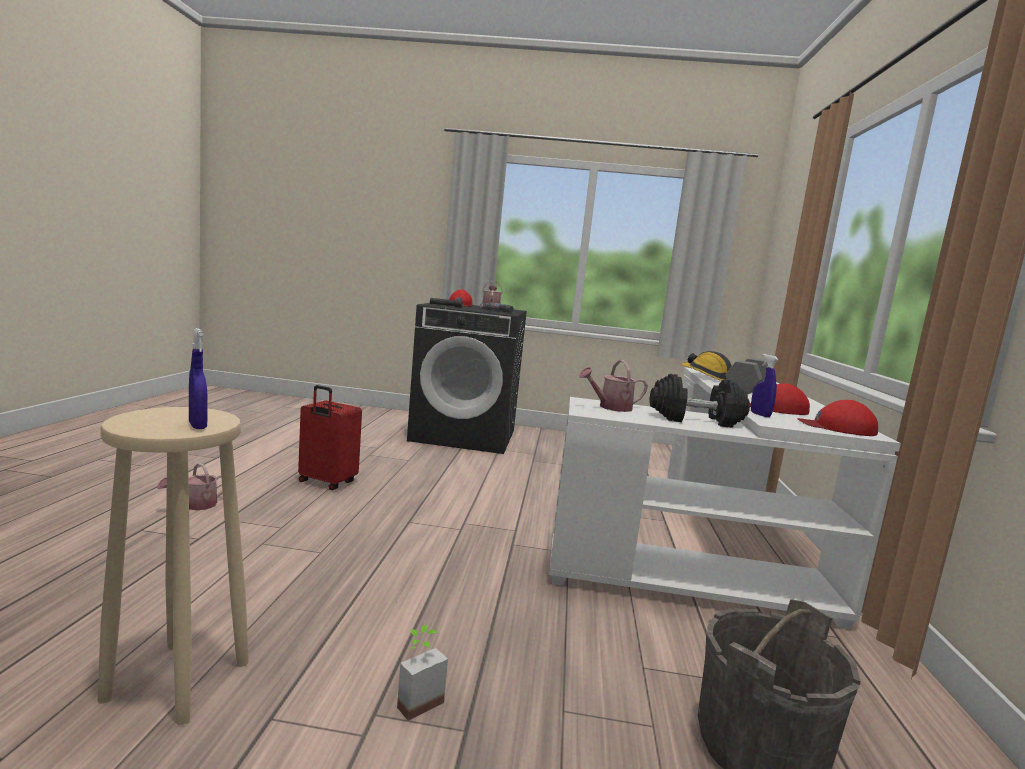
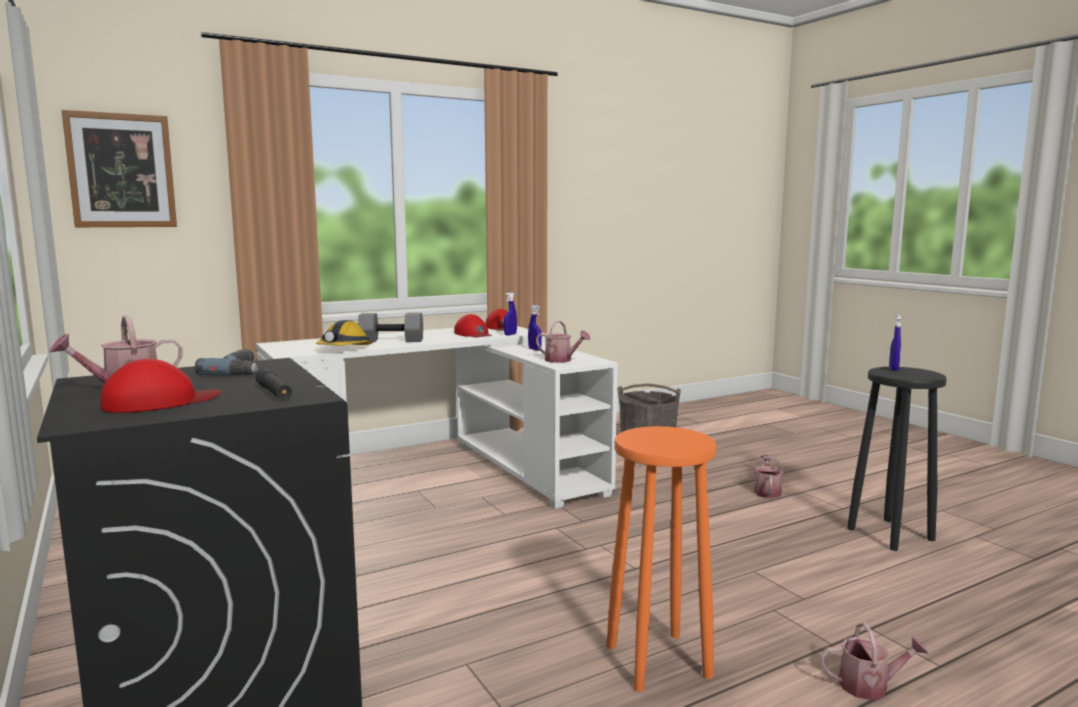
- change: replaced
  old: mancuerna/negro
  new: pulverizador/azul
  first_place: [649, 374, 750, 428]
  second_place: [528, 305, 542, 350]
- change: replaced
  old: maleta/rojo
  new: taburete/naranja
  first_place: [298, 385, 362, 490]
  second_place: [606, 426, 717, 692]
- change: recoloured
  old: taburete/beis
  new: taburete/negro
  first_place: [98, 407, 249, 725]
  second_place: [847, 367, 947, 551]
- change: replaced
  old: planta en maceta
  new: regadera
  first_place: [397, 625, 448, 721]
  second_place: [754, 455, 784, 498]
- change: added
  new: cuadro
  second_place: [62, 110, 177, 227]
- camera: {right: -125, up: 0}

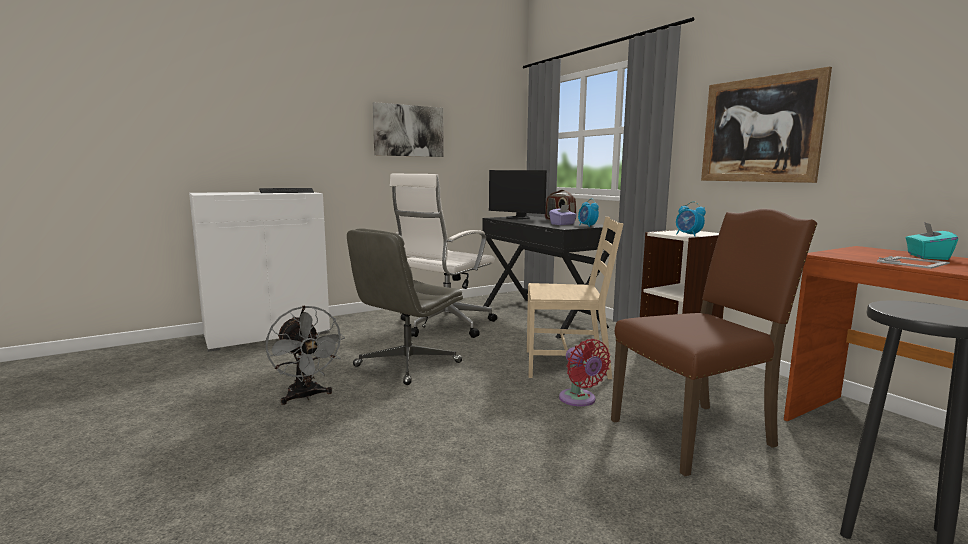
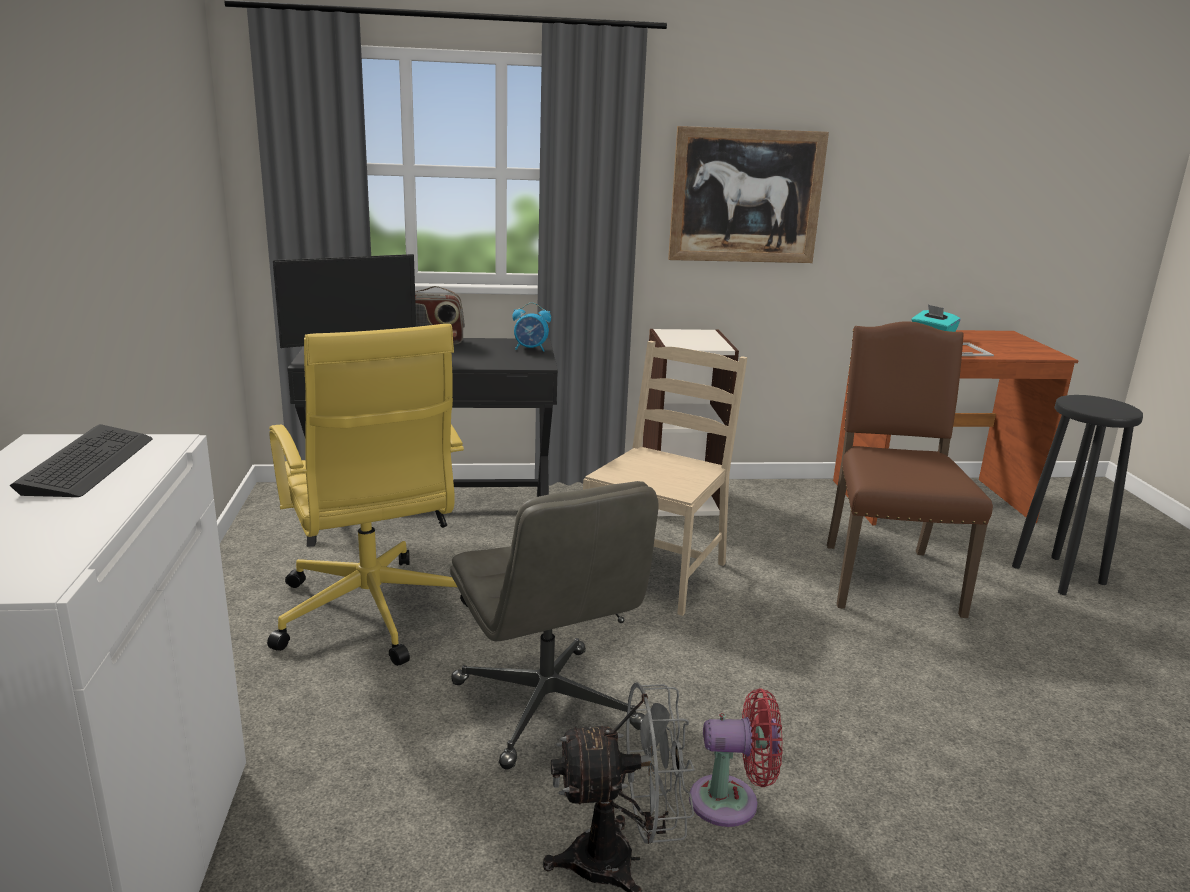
- change: removed
  old: cuadro
  first_place: [373, 102, 444, 157]
- change: recoloured
  old: silla de oficina/blanco
  new: silla de oficina/amarillo
  first_place: [390, 174, 497, 338]
  second_place: [267, 324, 468, 666]
- change: removed
  old: despertador
  first_place: [676, 201, 706, 236]
- change: removed
  old: caja de pañuelos/morado
  first_place: [549, 205, 577, 225]
- change: moved
  old: ventilador/rojo
  first_place: [559, 339, 611, 406]
  second_place: [689, 688, 783, 827]
- camera: {right: -65, up: 10}

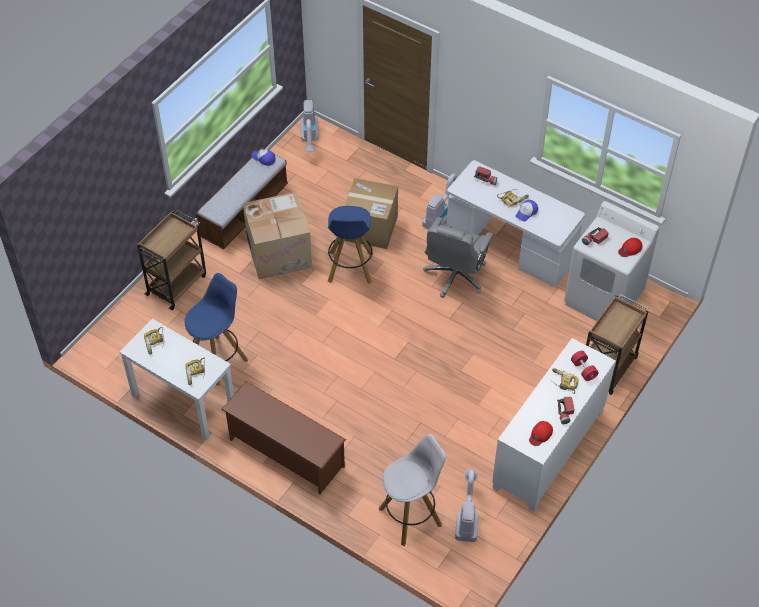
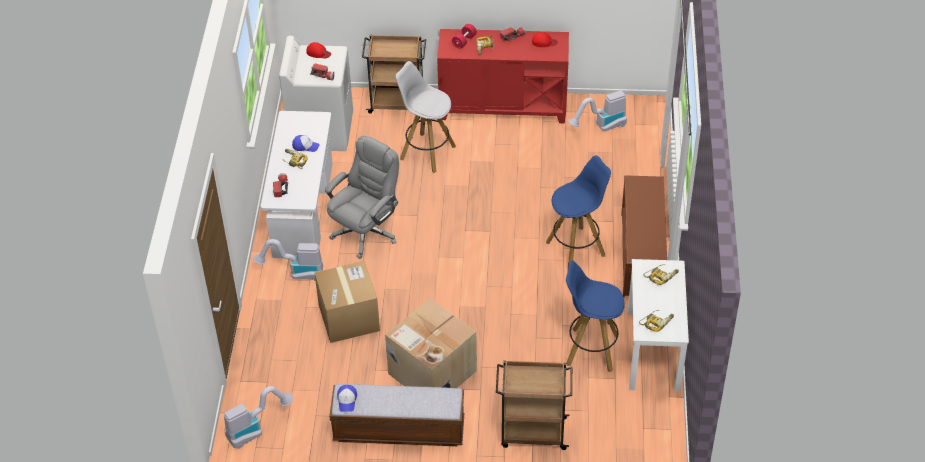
- change: moved
  old: taburete/azul
  first_place: [328, 206, 373, 284]
  second_place: [546, 155, 611, 266]
- change: turned
  old: silla de oficina/gris
  first_place: [423, 217, 493, 298]
  second_place: [325, 136, 399, 259]
  degrees: -45
- change: recoloured
  old: armario/blanco
  new: armario/rojo
  first_place: [492, 338, 616, 512]
  second_place: [437, 29, 569, 123]
- change: moved
  old: taburete/blanco
  first_place: [379, 434, 446, 546]
  second_place: [396, 61, 456, 173]
- camera: {right: -120, up: -5}

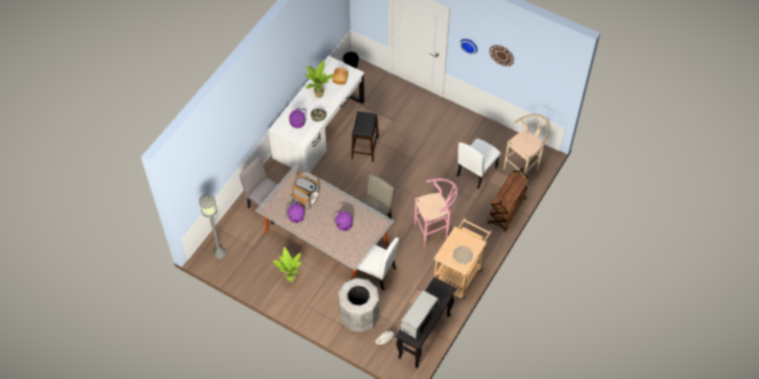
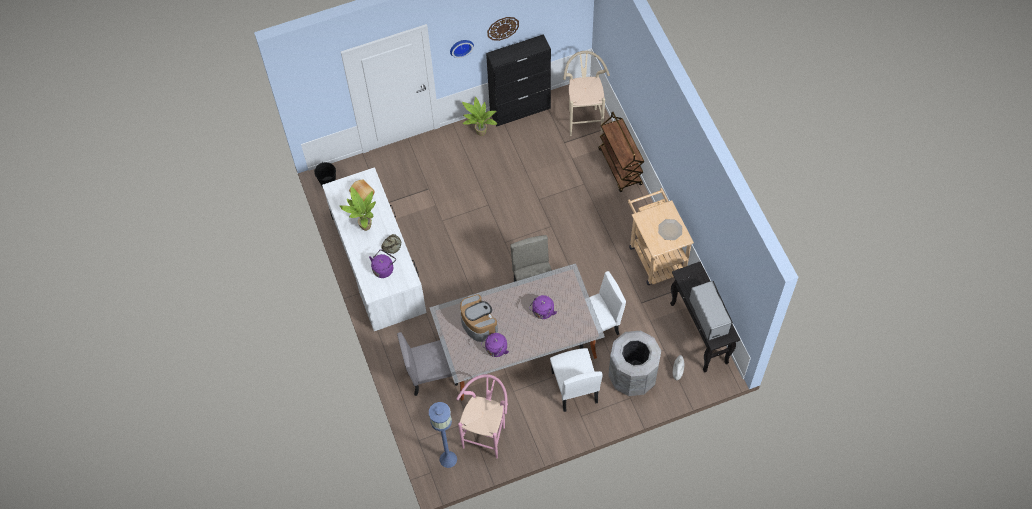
- change: removed
  old: taburete/negro
  first_place: [351, 112, 379, 162]
- change: moved
  old: silla/blanco
  first_place: [457, 138, 501, 189]
  second_place: [550, 348, 603, 412]
- change: moved
  old: taburete/rosa
  first_place: [415, 178, 458, 247]
  second_place: [456, 374, 508, 459]
- change: recoloured
  old: lámpara de pie/gris
  new: lámpara de pie/azul
  first_place: [199, 194, 226, 259]
  second_place: [429, 402, 457, 468]
- change: moved
  old: planta en maceta
  first_place: [273, 247, 302, 283]
  second_place: [462, 97, 497, 136]
- change: added
  new: armario/negro
  second_place: [486, 34, 551, 127]
- camera: {right: -50, up: 5}

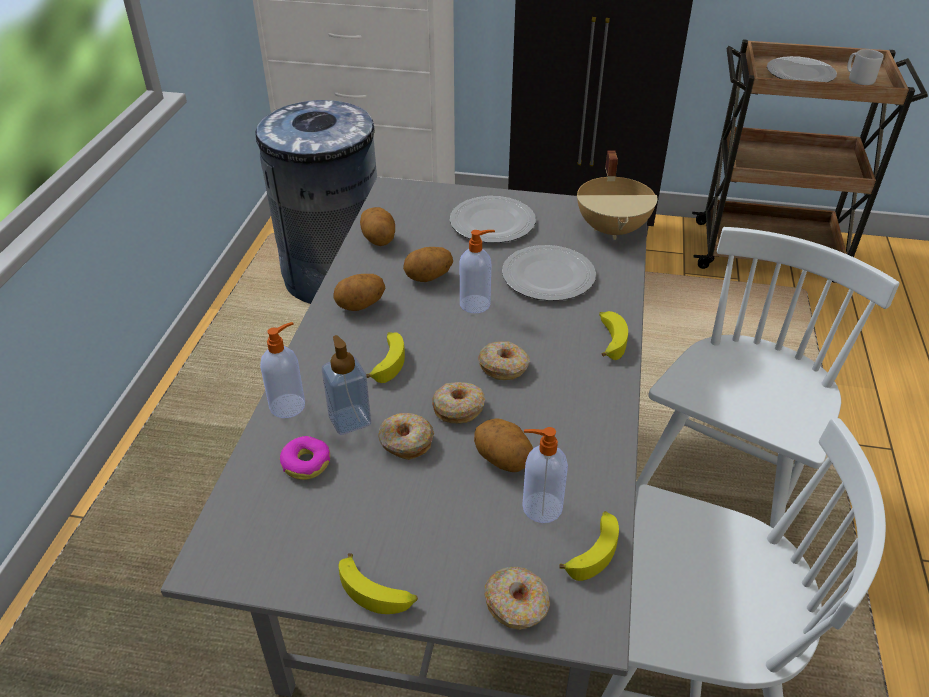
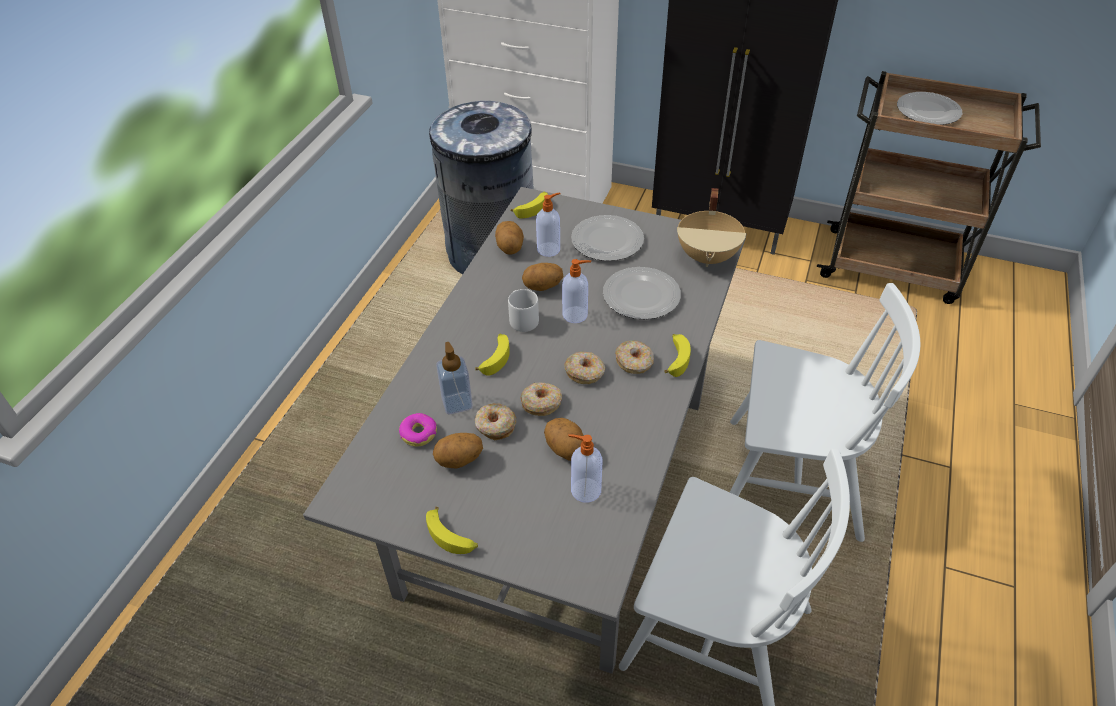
- change: moved
  old: taza grande/gris
  first_place: [847, 49, 884, 85]
  second_place: [508, 289, 539, 332]
- change: turned
  old: silla/blanco
  first_place: [635, 227, 899, 528]
  second_place: [730, 283, 920, 542]
  degrees: 60
- change: moved
  old: patata
  first_place: [333, 274, 386, 311]
  second_place: [433, 433, 483, 469]
- change: moved
  old: dispensador de jabón
  first_place: [260, 322, 305, 418]
  second_place: [536, 192, 560, 257]
- change: moved
  old: plátano
  first_place: [559, 511, 619, 581]
  second_place: [511, 192, 548, 219]
- change: moved
  old: rosquilla
  first_place: [484, 567, 550, 630]
  second_place: [615, 340, 654, 374]
- camera: {right: 10, up: 5}

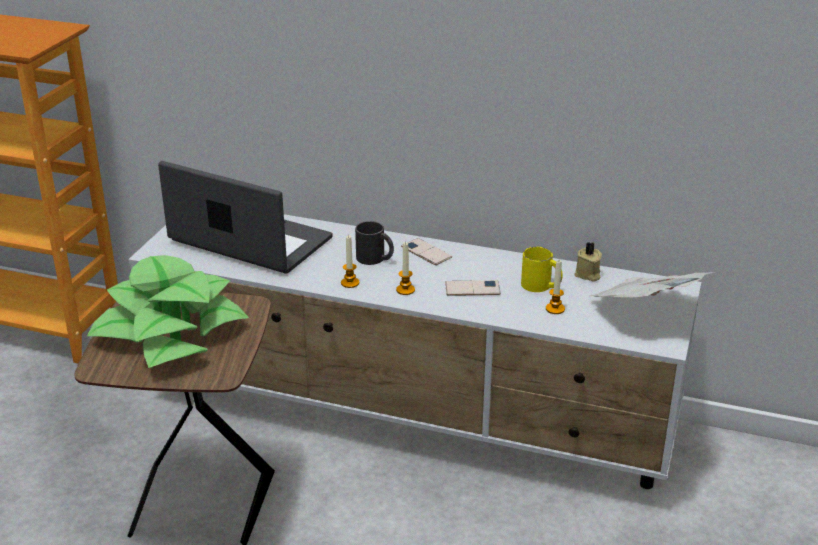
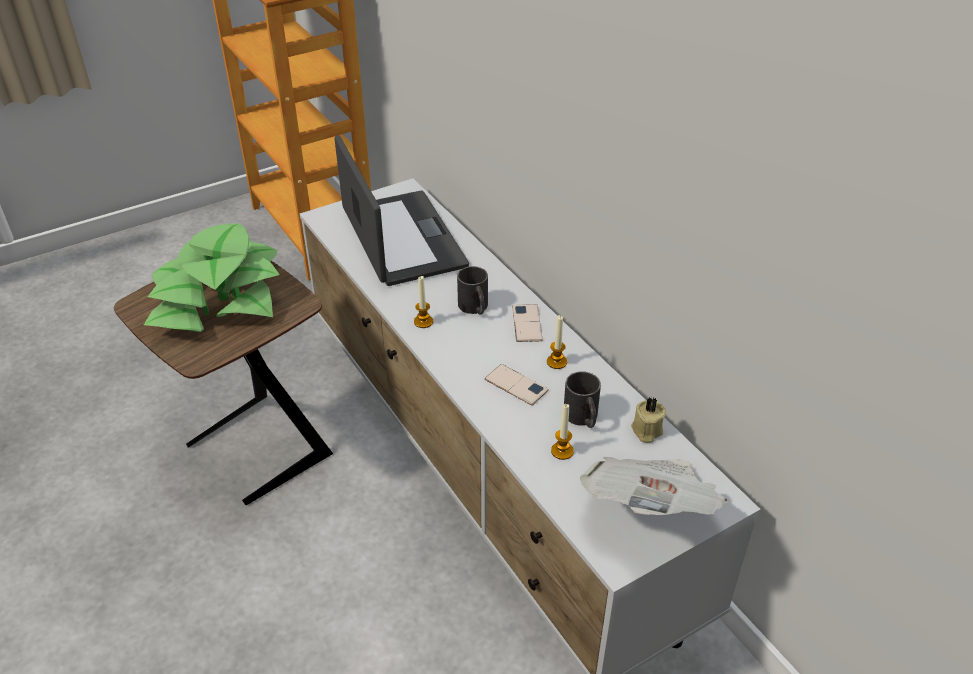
- change: moved
  old: vela
  first_place: [396, 241, 415, 295]
  second_place: [547, 315, 567, 369]
- change: recoloured
  old: taza grande/amarillo
  new: taza grande/negro
  first_place: [521, 247, 563, 292]
  second_place: [564, 371, 601, 428]
- camera: {right: 40, up: 10}

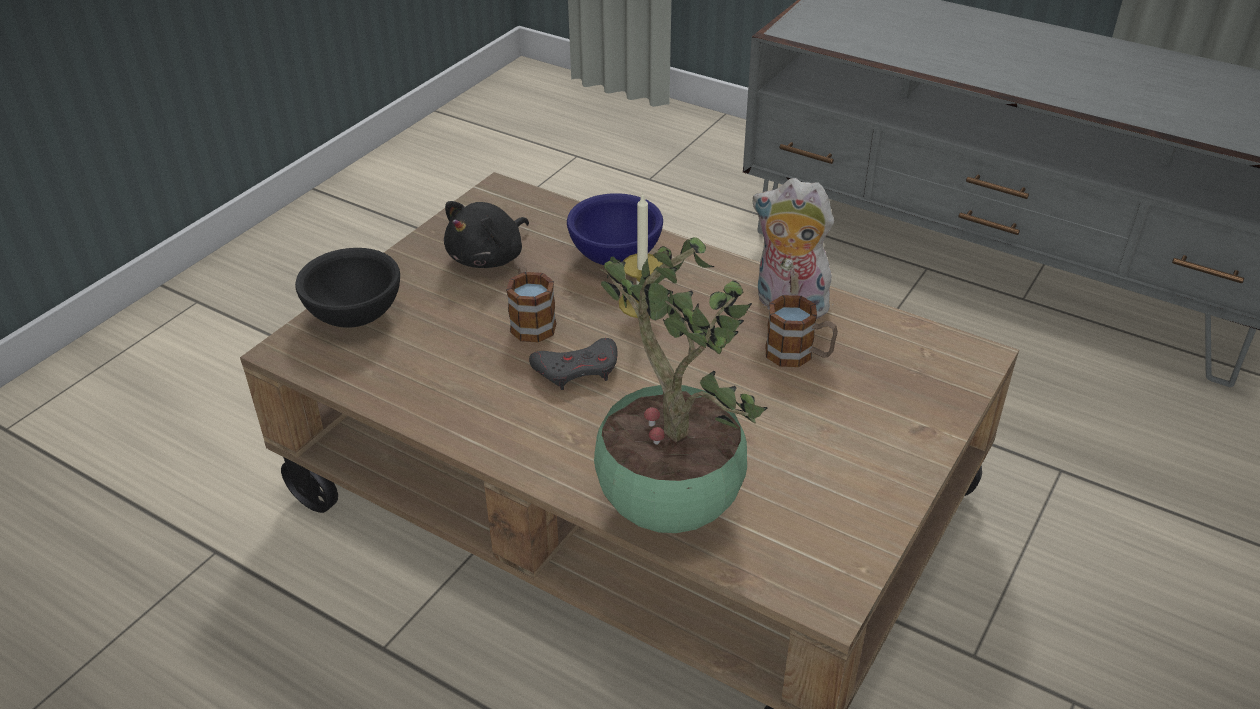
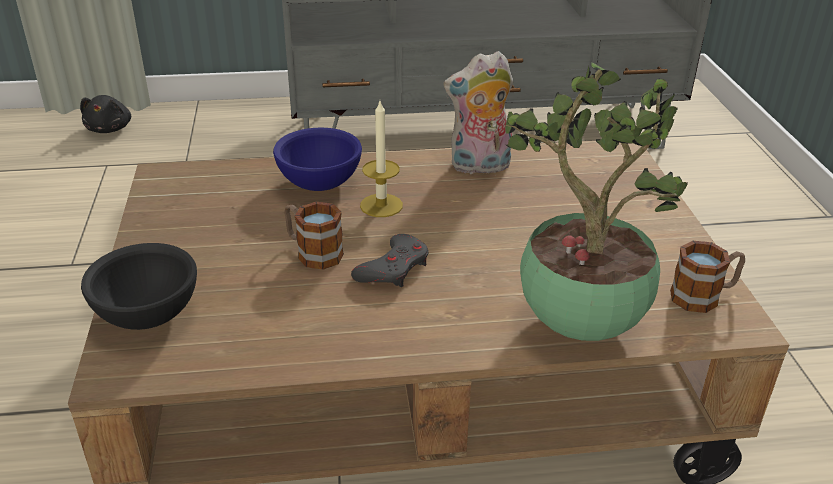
- change: moved
  old: peluche/negro
  first_place: [444, 201, 529, 268]
  second_place: [80, 95, 131, 133]
- change: moved
  old: taza grande
  first_place: [766, 295, 838, 367]
  second_place: [670, 241, 745, 313]
- camera: {right: -40, up: -5}

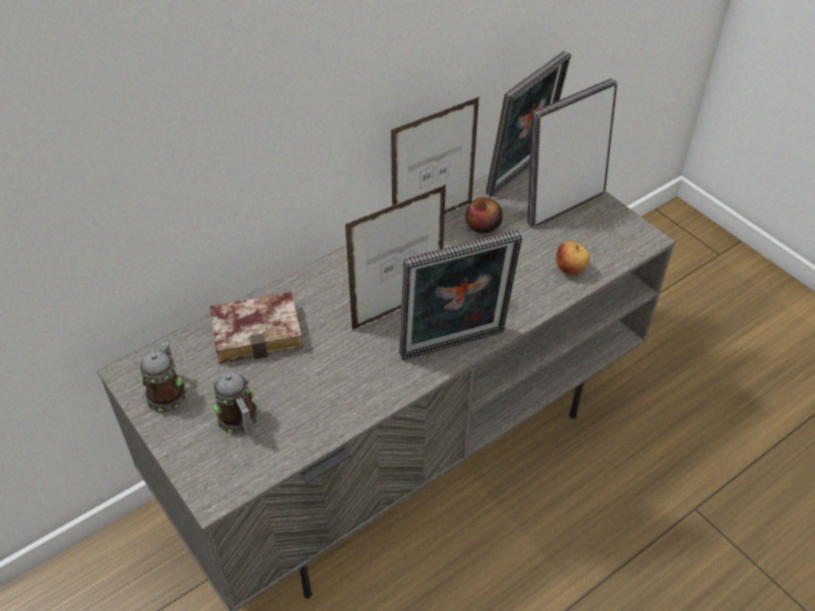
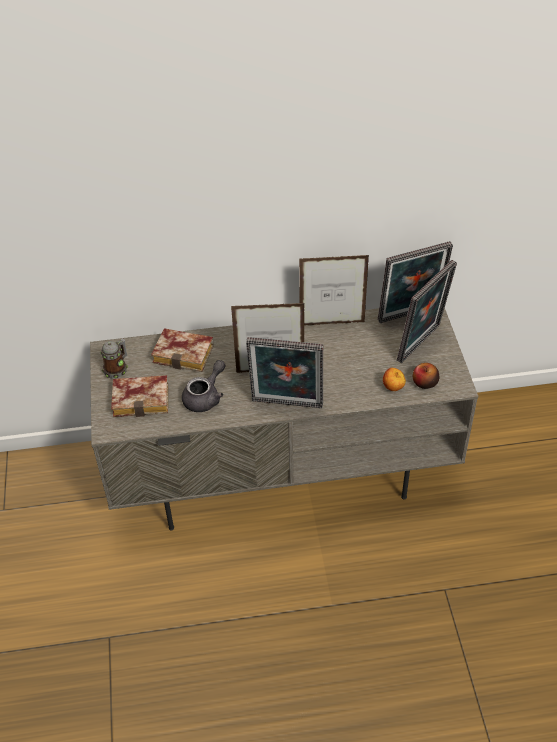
- change: turned
  old: portarretratos
  first_place: [527, 79, 617, 228]
  second_place: [397, 260, 457, 363]
  degrees: 135
- change: moved
  old: manzana
  first_place: [465, 197, 503, 233]
  second_place: [413, 363, 439, 389]
- change: replaced
  old: taza grande
  new: libro
  first_place: [213, 372, 258, 435]
  second_place: [111, 375, 168, 417]
- change: added
  new: tetera/gris
  second_place: [182, 360, 225, 412]
- camera: {right: 30, up: 0}

